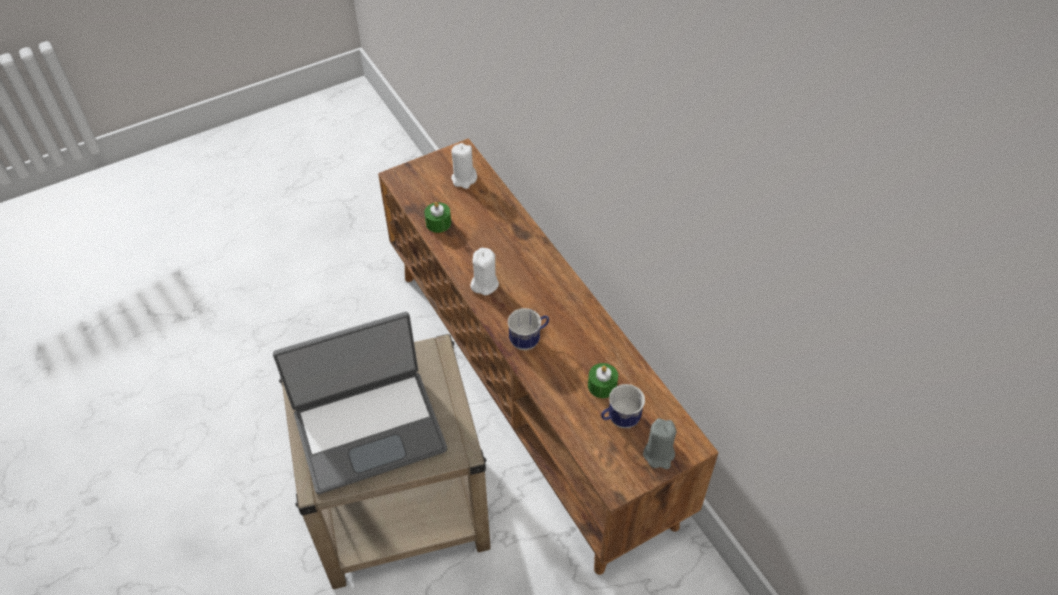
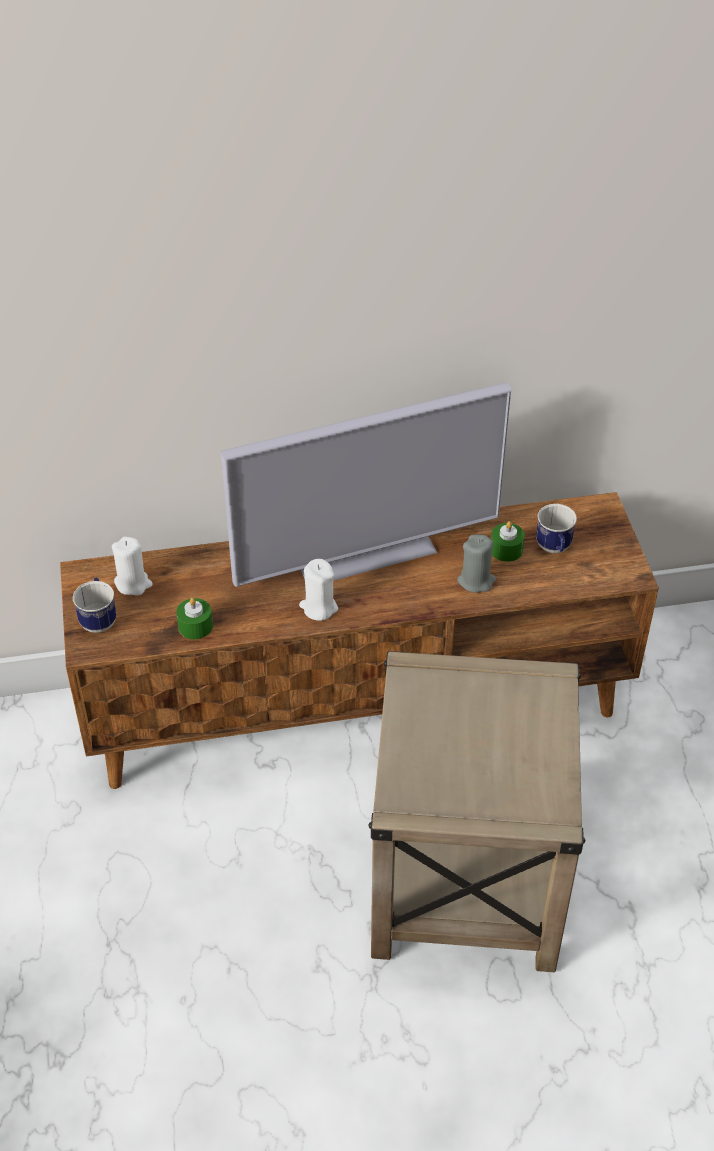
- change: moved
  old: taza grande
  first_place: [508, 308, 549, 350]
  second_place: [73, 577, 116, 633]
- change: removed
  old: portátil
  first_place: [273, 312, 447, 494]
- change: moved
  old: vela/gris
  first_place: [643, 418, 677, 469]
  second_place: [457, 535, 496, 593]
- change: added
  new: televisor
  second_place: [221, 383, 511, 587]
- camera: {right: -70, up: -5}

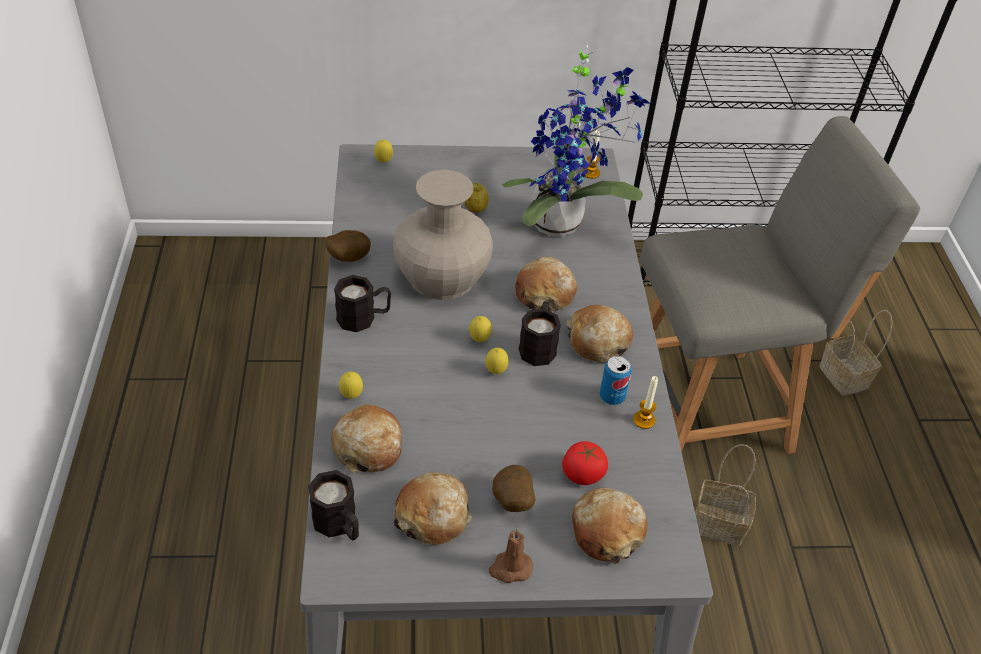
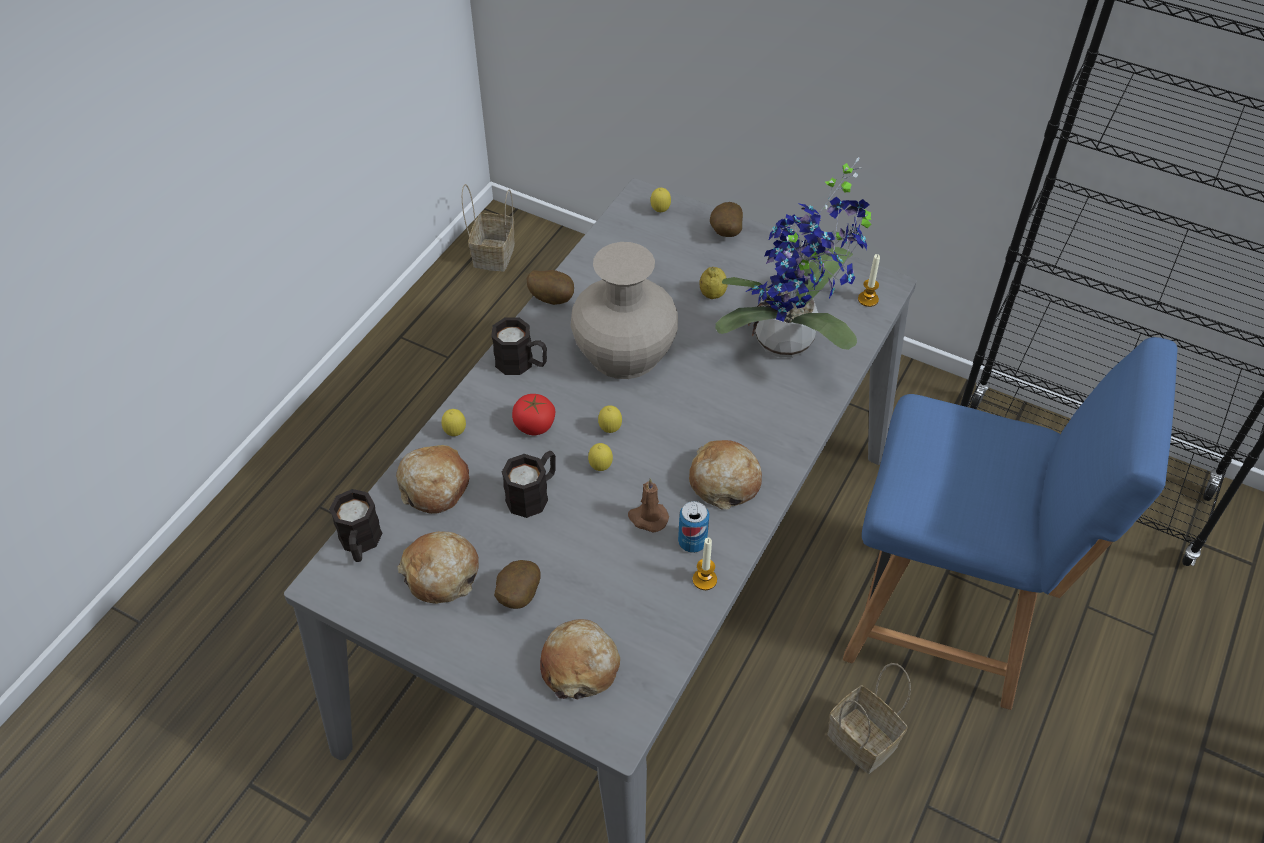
- change: recoloured
  old: silla/gris
  new: silla/azul
  first_place: [640, 116, 920, 454]
  second_place: [843, 337, 1178, 710]
- change: removed
  old: pan
  first_place: [515, 257, 577, 312]
- change: moved
  old: taza grande/negro
  first_place: [519, 301, 561, 366]
  second_place: [502, 451, 556, 518]
- change: moved
  old: cesta
  first_place: [819, 310, 893, 396]
  second_place: [462, 184, 515, 271]
- change: moved
  old: tomate
  first_place: [562, 441, 608, 485]
  second_place: [512, 394, 555, 435]
- change: moved
  old: vela/marrón
  first_place: [489, 528, 533, 583]
  second_place: [628, 478, 669, 532]
- change: added
  new: patata
  second_place: [710, 202, 743, 237]
- camera: {right: 35, up: 5}

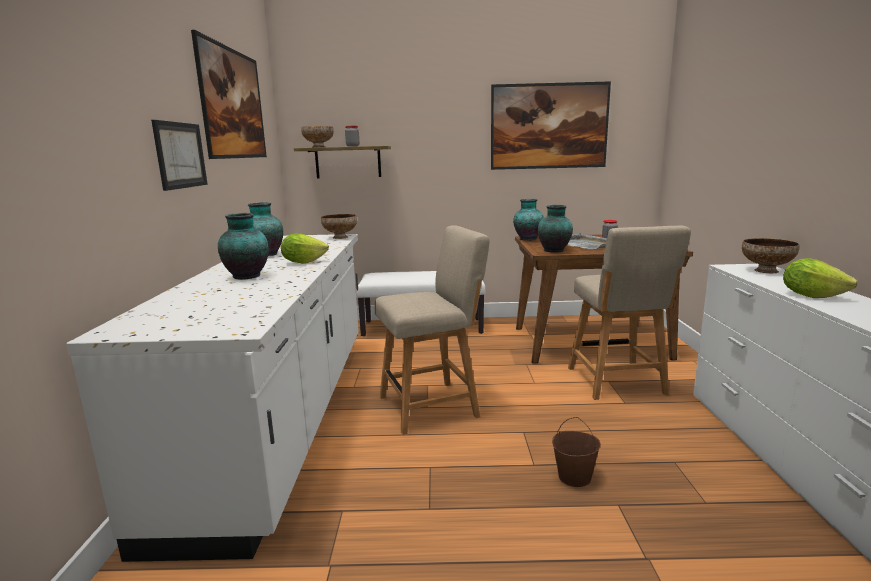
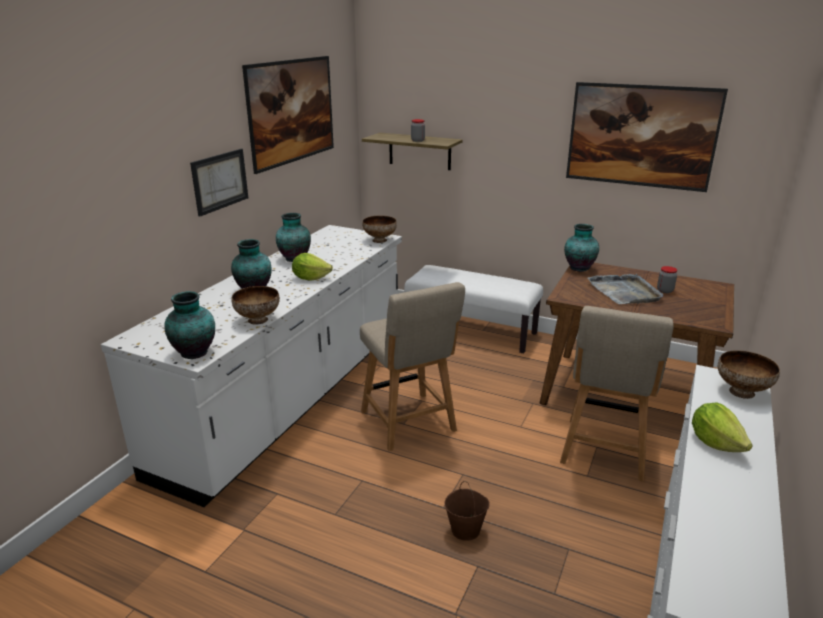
- change: moved
  old: cuenco
  first_place: [301, 126, 334, 147]
  second_place: [231, 286, 280, 325]
- change: moved
  old: florero
  first_place: [538, 205, 573, 252]
  second_place: [164, 291, 215, 359]
- change: turned
  old: silla/beis
  first_place: [375, 225, 490, 435]
  second_place: [360, 282, 465, 451]
  degrees: 60
- camera: {right: 25, up: 10}

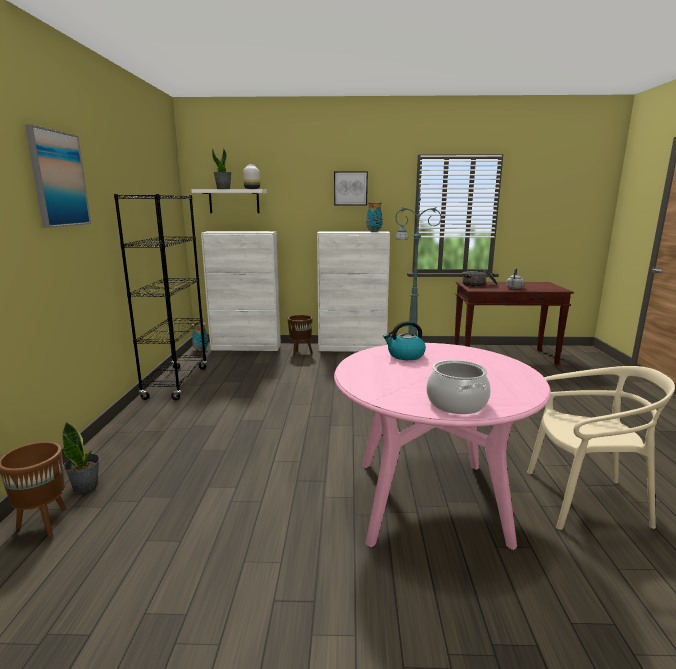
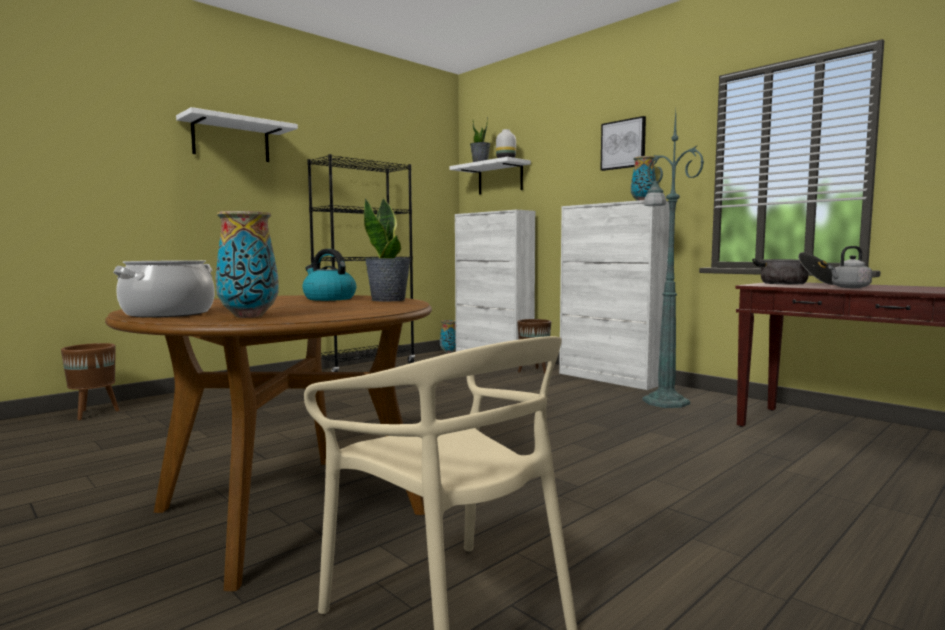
- change: replaced
  old: cuadro
  new: estante/blanco
  first_place: [25, 124, 91, 228]
  second_place: [176, 107, 298, 162]
- change: recoloured
  old: mesa de comedor/rosa
  new: mesa de comedor/marrón
  first_place: [334, 343, 551, 550]
  second_place: [105, 295, 432, 591]
- change: moved
  old: planta en maceta
  first_place: [62, 422, 99, 493]
  second_place: [364, 197, 411, 301]
- change: added
  new: florero
  second_place: [216, 211, 279, 318]
- camera: {right: 45, up: -10}

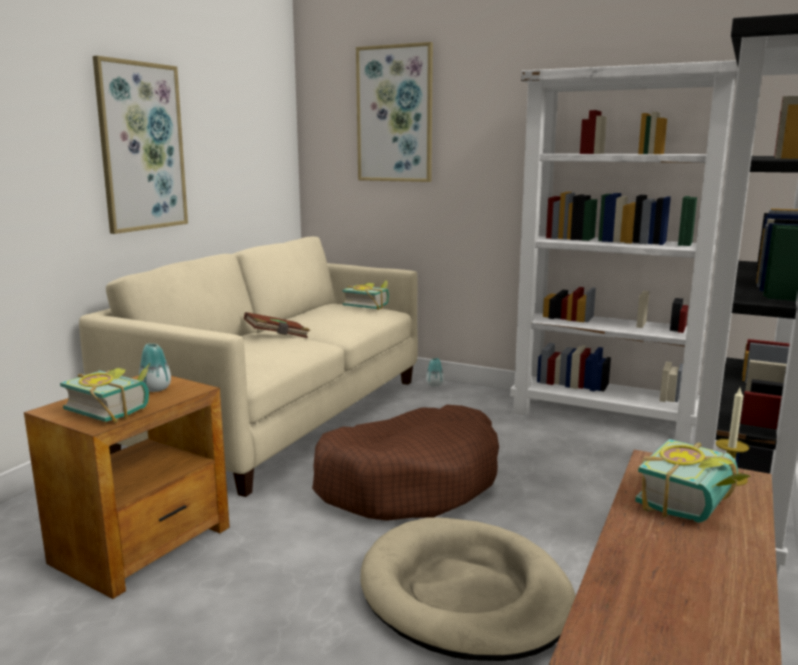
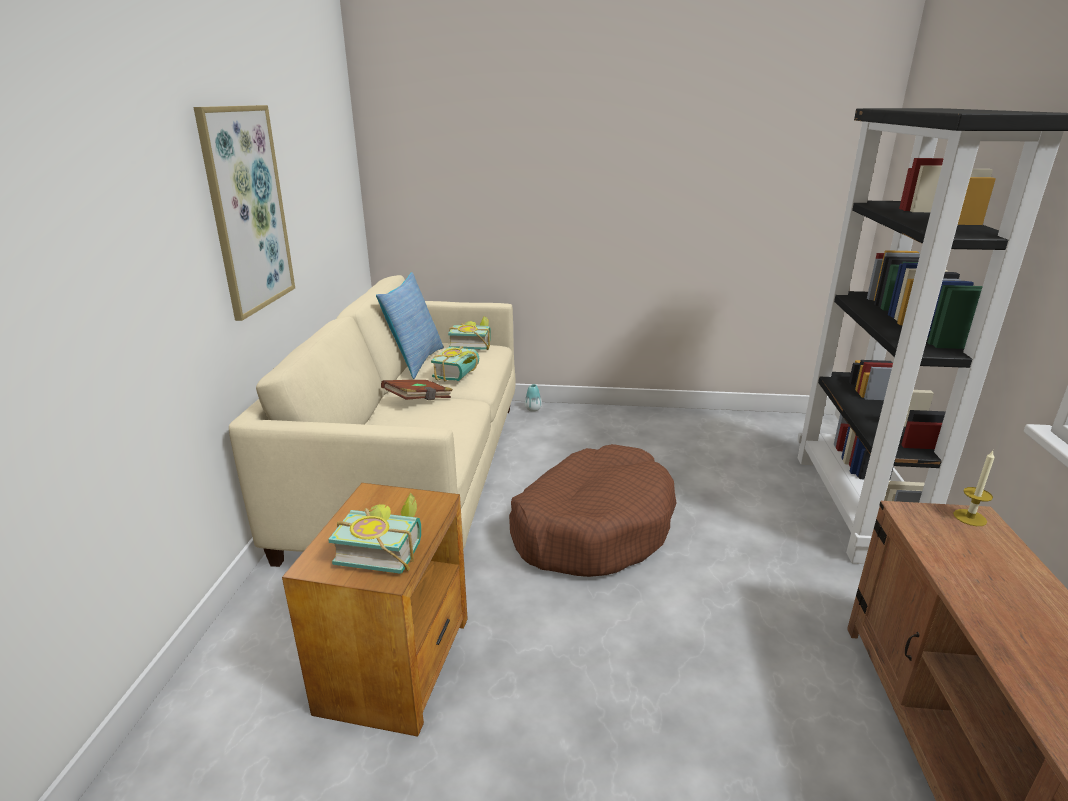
- change: removed
  old: cuadro
  first_place: [356, 42, 433, 182]
- change: removed
  old: estantería/blanco
  first_place: [510, 60, 738, 443]
- change: removed
  old: florero
  first_place: [139, 343, 171, 392]
- change: moved
  old: libro
  first_place: [635, 439, 751, 523]
  second_place: [431, 346, 479, 381]
- change: removed
  old: cama para perro/beis
  first_place: [360, 518, 576, 661]
- change: added
  new: cojín
  second_place: [376, 272, 444, 379]
- camera: {right: -20, up: 10}

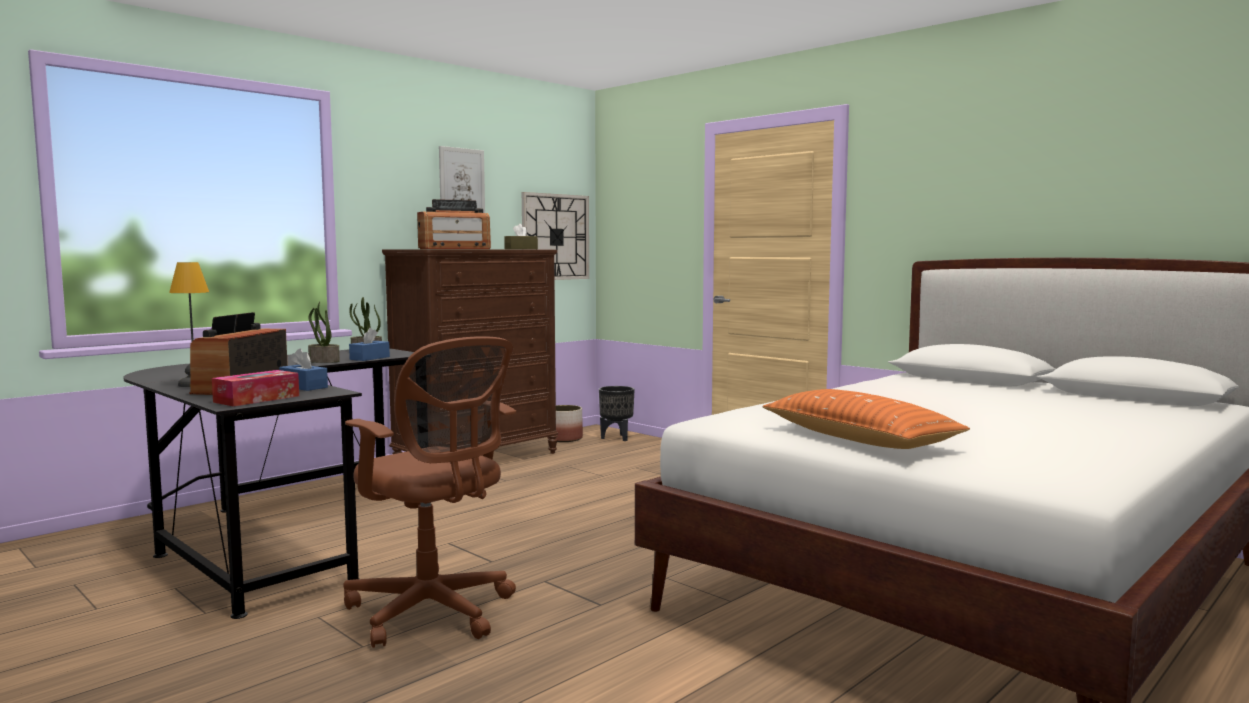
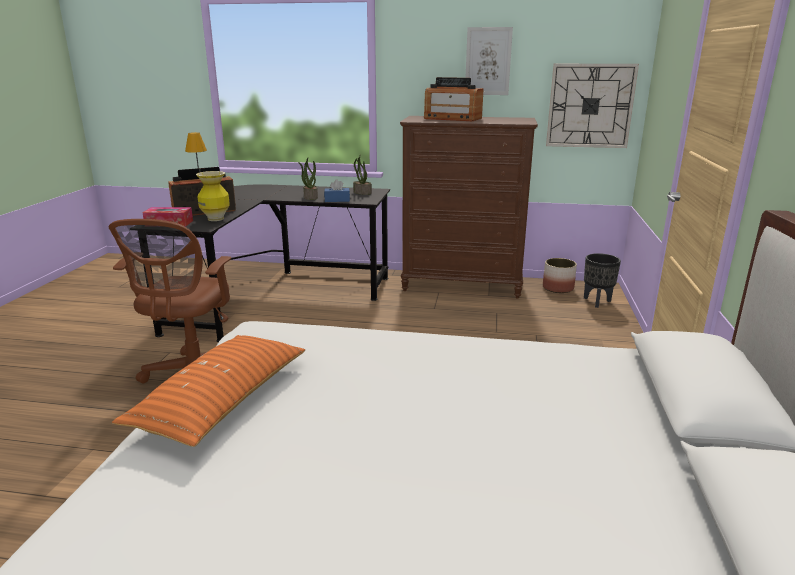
- change: removed
  old: caja de pañuelos/marrón
  first_place: [504, 224, 538, 249]
- change: replaced
  old: caja de pañuelos/azul
  new: florero
  first_place: [279, 348, 328, 391]
  second_place: [196, 171, 230, 221]
- camera: {right: 55, up: 15}

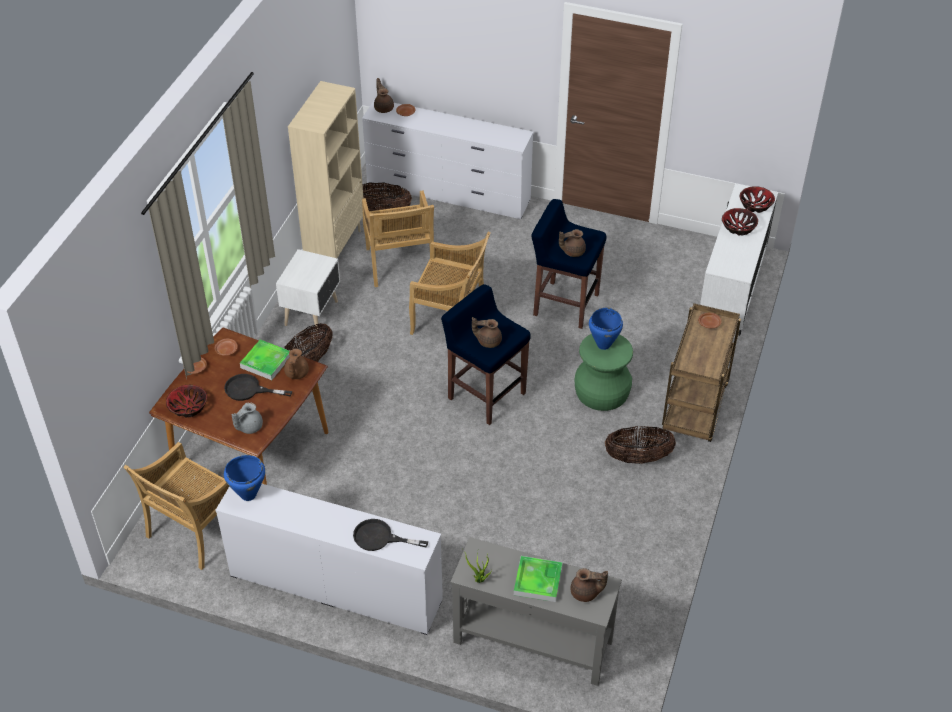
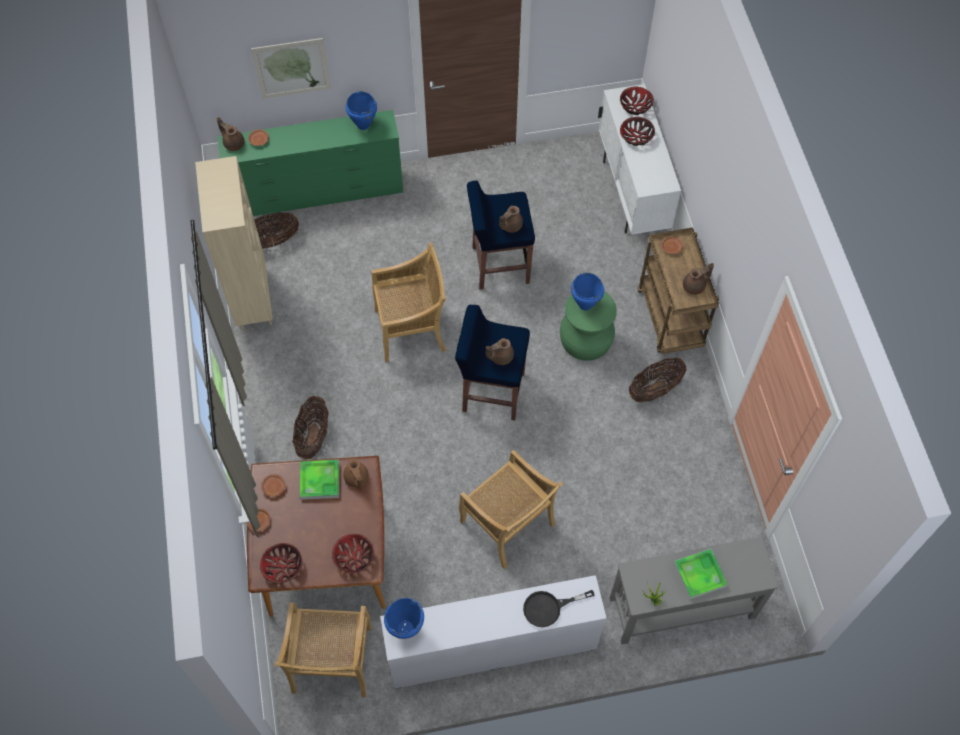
- change: recoloured
  old: cómoda/blanco
  new: cómoda/verde
  first_place: [362, 99, 534, 219]
  second_place: [217, 110, 403, 216]
- change: moved
  old: silla/beis
  first_place: [362, 190, 434, 287]
  second_place: [459, 450, 563, 569]
- change: removed
  old: mesita de noche/blanco
  first_place: [276, 249, 340, 334]
- change: removed
  old: sartén/negro
  first_place: [224, 374, 292, 401]
- change: replaced
  old: tetera/gris
  new: cuenco
  first_place: [232, 403, 263, 434]
  second_place: [332, 534, 374, 574]
- change: moved
  old: tetera/marrón
  first_place: [570, 568, 608, 602]
  second_place: [683, 263, 714, 295]
- change: added
  new: cuadro
  second_place: [251, 38, 331, 99]
- change: added
  new: olla/azul
  second_place: [346, 91, 377, 130]
- camera: {right: -30, up: 15}

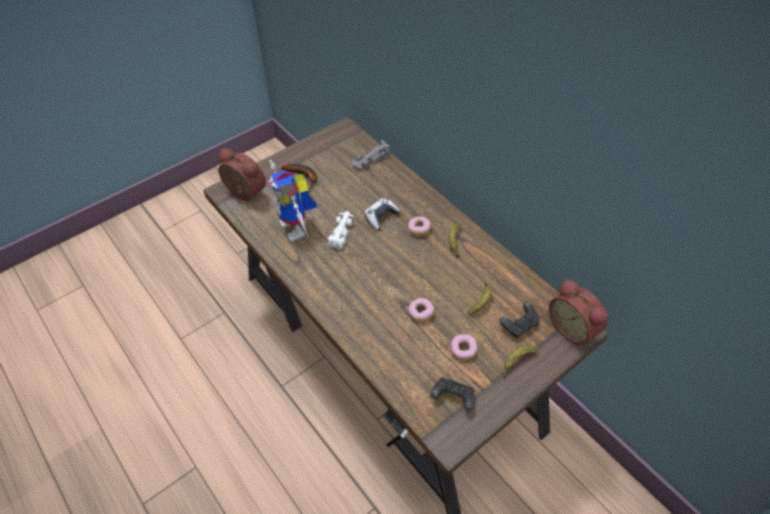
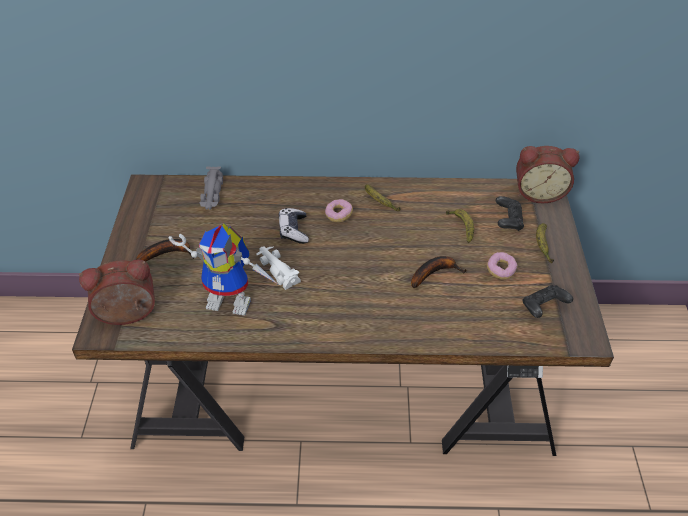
- change: replaced
  old: rosquilla
  new: plátano
  first_place: [408, 298, 434, 322]
  second_place: [411, 256, 467, 289]
- camera: {right: -50, up: -5}

